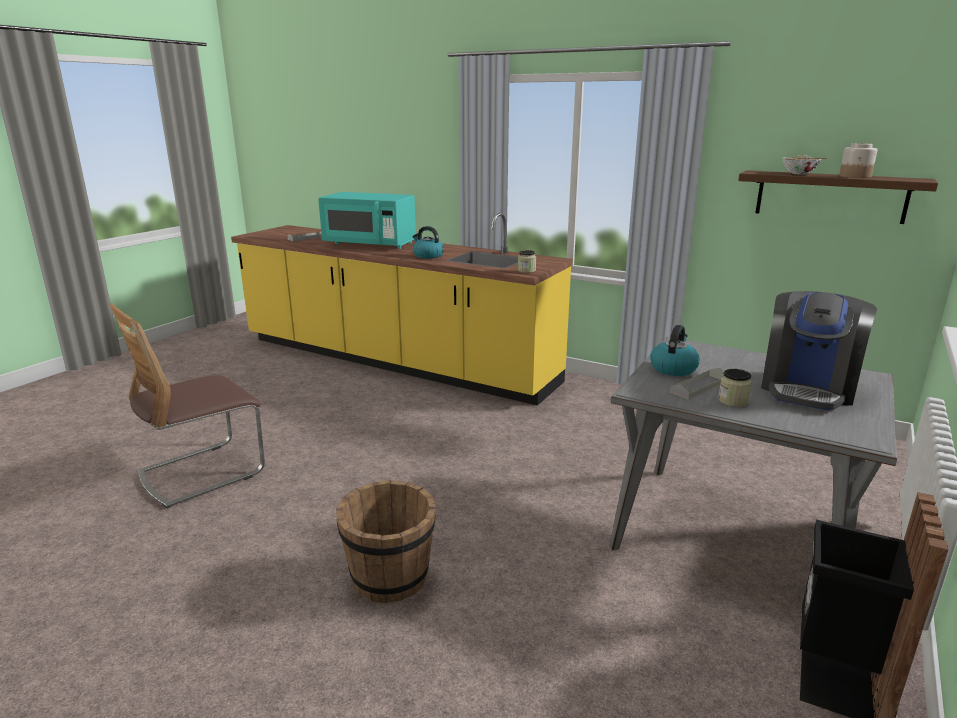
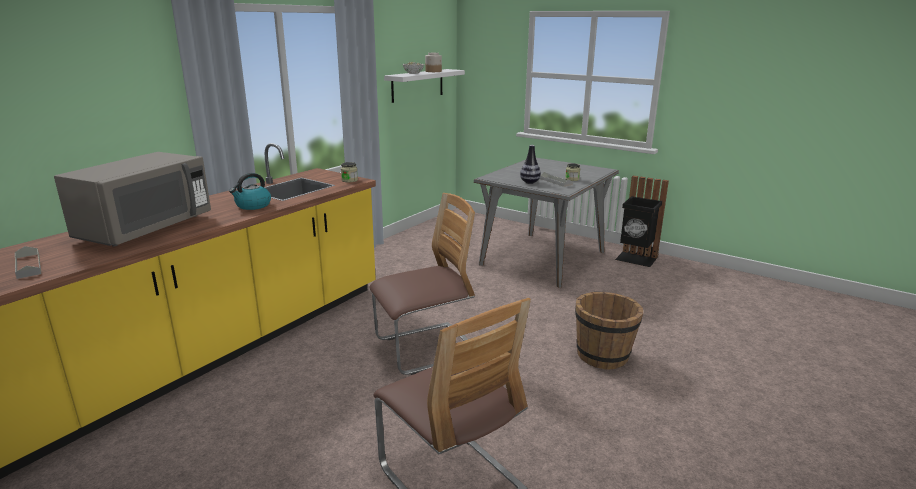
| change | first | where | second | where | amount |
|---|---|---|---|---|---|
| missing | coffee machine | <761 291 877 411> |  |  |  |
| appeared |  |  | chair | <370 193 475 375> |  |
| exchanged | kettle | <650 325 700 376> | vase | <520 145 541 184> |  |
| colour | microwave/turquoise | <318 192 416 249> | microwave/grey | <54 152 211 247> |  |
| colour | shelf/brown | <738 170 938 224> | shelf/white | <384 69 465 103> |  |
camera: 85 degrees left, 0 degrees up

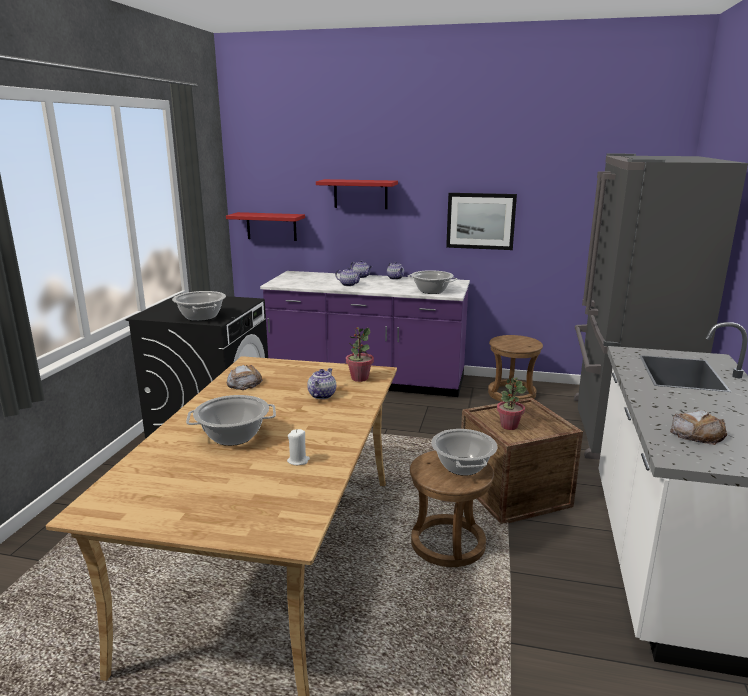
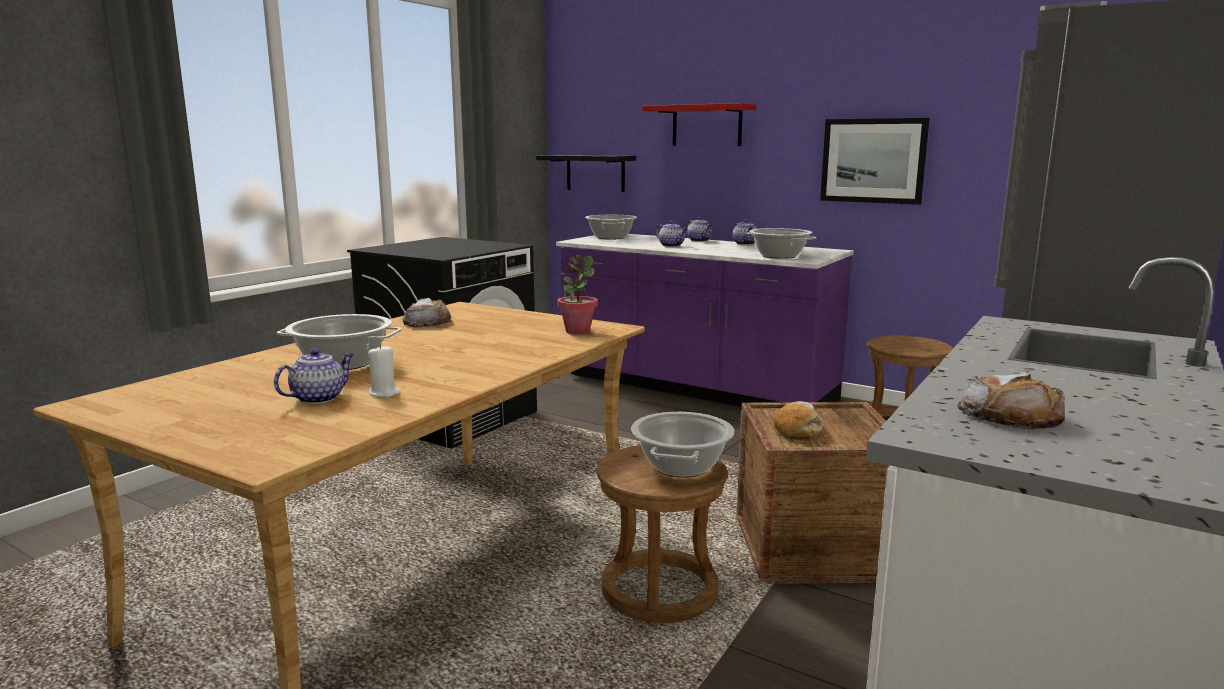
| change | first | where | second | where | amount |
|---|---|---|---|---|---|
| relocated | cooking pot | <172 291 226 321> |  | <585 215 637 240> |  |
| relocated | teapot | <307 368 336 399> |  | <274 348 354 404> |  |
| exchanged | potted plant | <497 377 527 430> | bread | <774 401 822 440> |  |
| colour | shelf/red | <226 212 305 241> | shelf/black | <536 155 636 192> |  |
camera: 20 degrees right, 5 degrees down

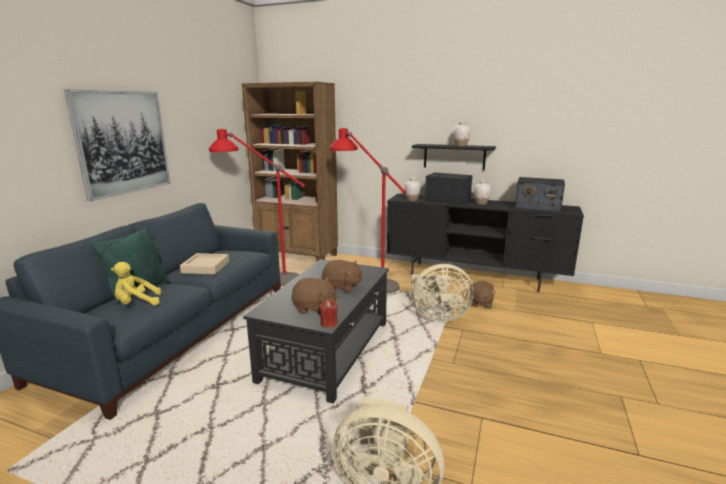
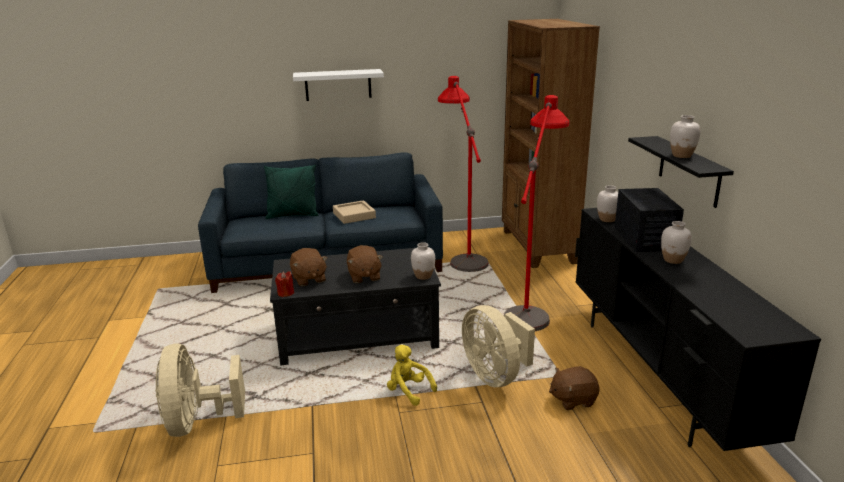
| change | first | where | second | where | amount |
|---|---|---|---|---|---|
| missing | radio | <515 177 565 213> |  |  |  |
| appeared |  |  | vase/white | <411 242 435 280> |  |
| relocated | plush toy/yellow | <111 262 161 306> |  | <387 345 437 406> |  |
| exchanged | picture | <64 89 170 201> | shelf/white | <293 69 384 101> |  |
camera: 60 degrees right, 5 degrees up

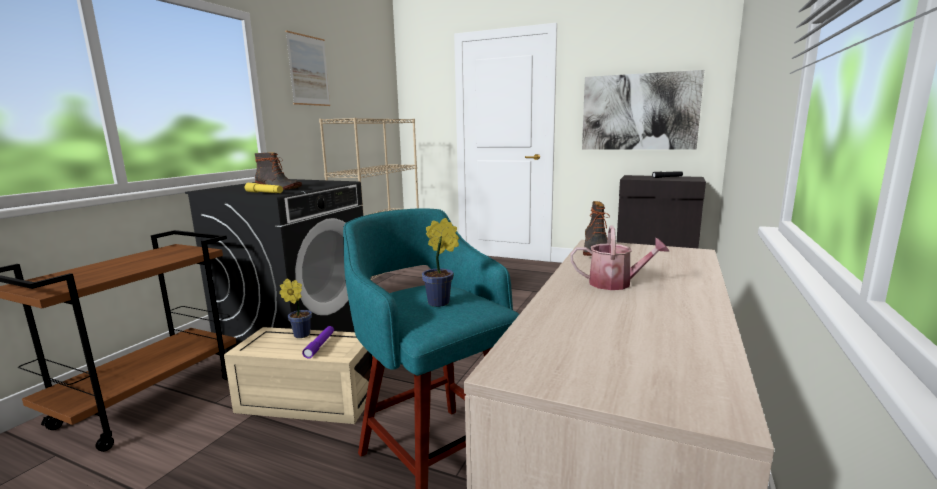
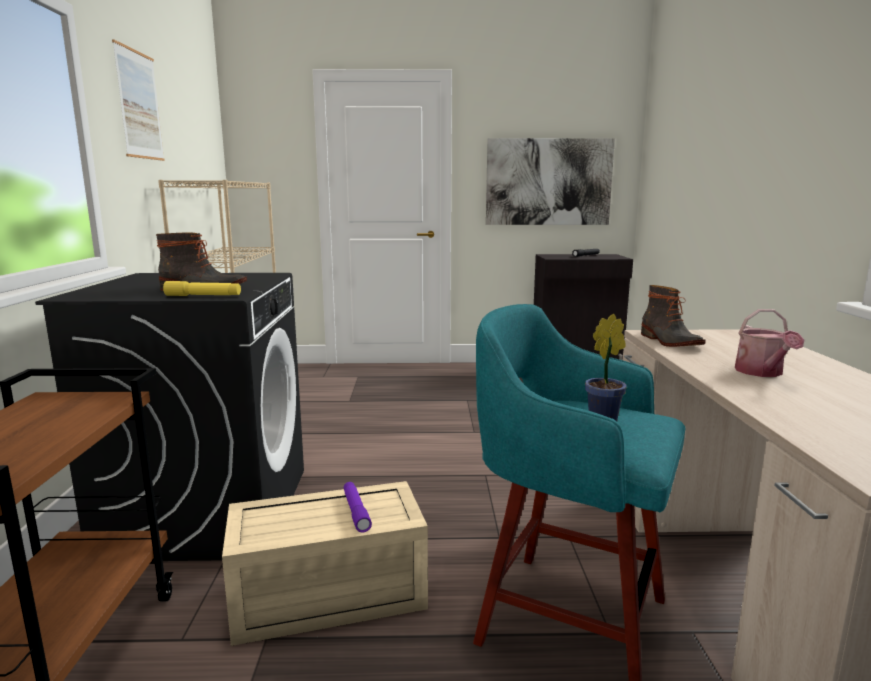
| change | first | where | second | where | amount |
|---|---|---|---|---|---|
| missing | potted plant | <279 279 312 338> |  |  |  |
| spun | watering can | <571 225 670 290> |  | <735 309 804 377> | 105 degrees clockwise |
camera: 25 degrees left, 0 degrees up

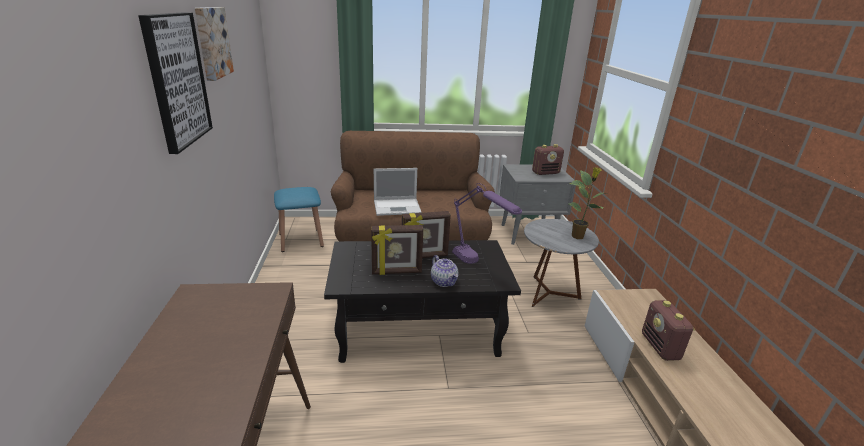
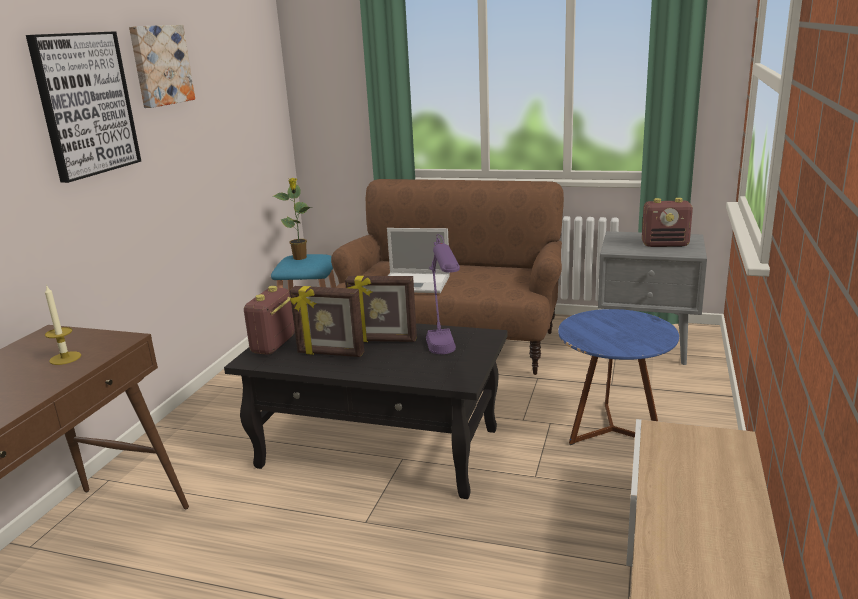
| change | first | where | second | where | amount |
|---|---|---|---|---|---|
| missing | teapot | <431 255 458 287> |  |  |  |
| appeared |  |  | candle | <45 284 81 365> |  |
| relocated | potted plant | <569 167 604 239> |  | <273 178 314 260> |  |
| relocated | radio | <642 300 695 361> |  | <244 286 295 355> |  |
| colour | side table/grey | <524 219 599 307> | side table/blue | <558 309 679 445> |  |
camera: 25 degrees right, 5 degrees down

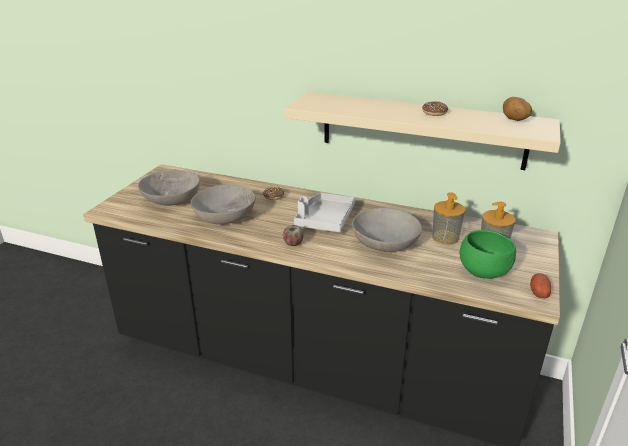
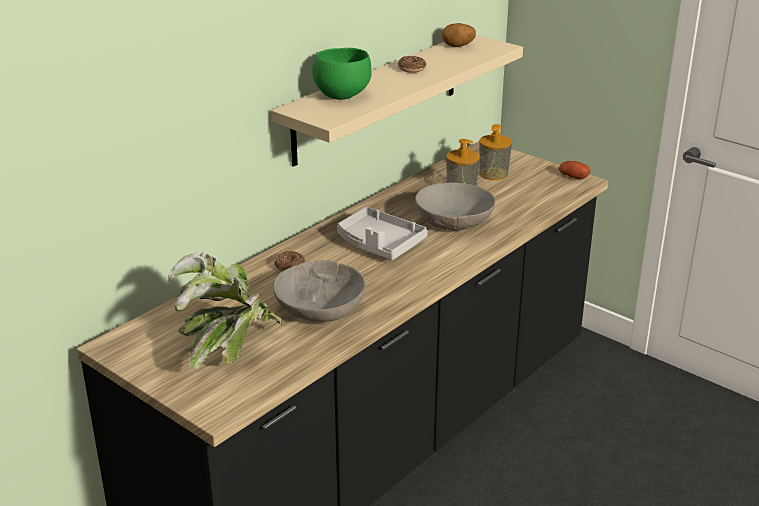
| change | first | where | second | where | amount |
|---|---|---|---|---|---|
| missing | apple | <283 225 304 246> |  |  |  |
| relocated | bowl/green | <460 230 516 279> |  | <312 48 372 100> |  |
| exchanged | bowl/grey | <138 169 200 206> | potted plant | <168 252 282 369> |  |
camera: 70 degrees left, 0 degrees up

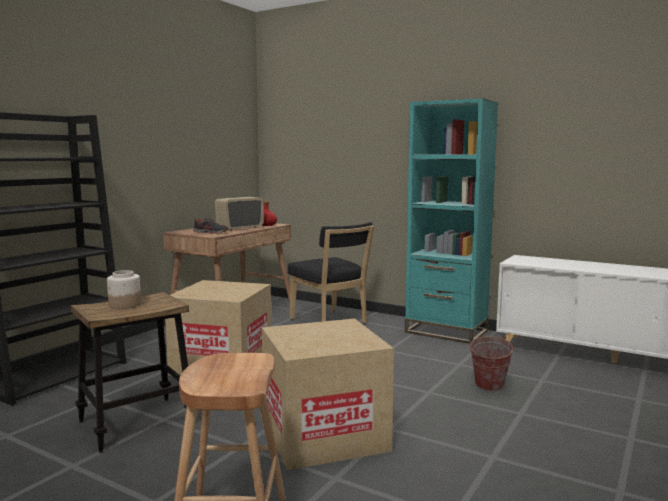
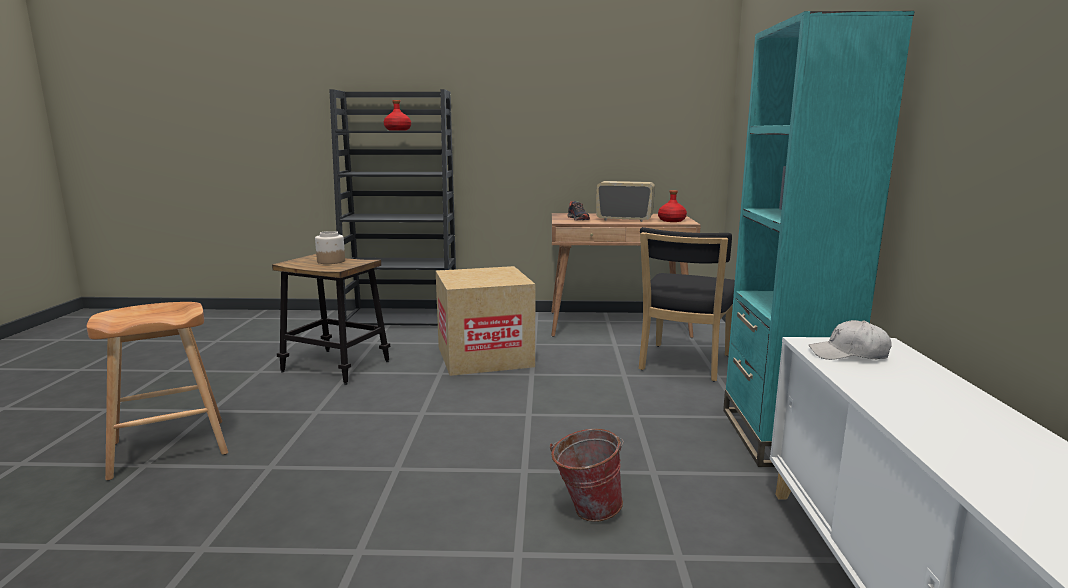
| change | first | where | second | where | amount |
|---|---|---|---|---|---|
| missing | cardboard box | <262 318 394 470> |  |  |  |
| appeared |  |  | bottle/red | <384 100 411 130> |  |
| appeared |  |  | cap/white | <808 320 892 360> |  |
camera: 60 degrees right, 5 degrees up

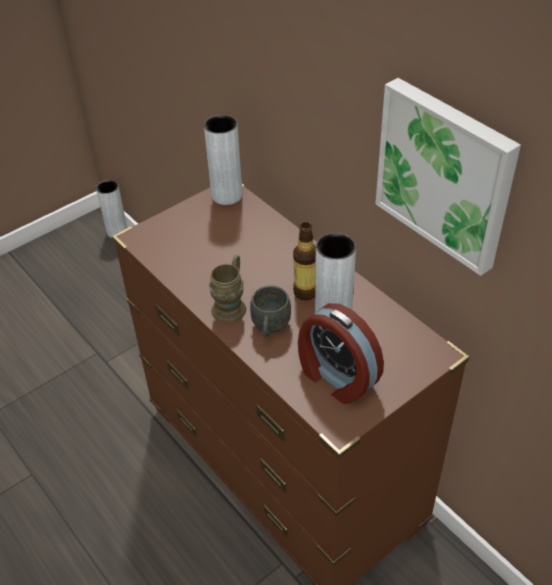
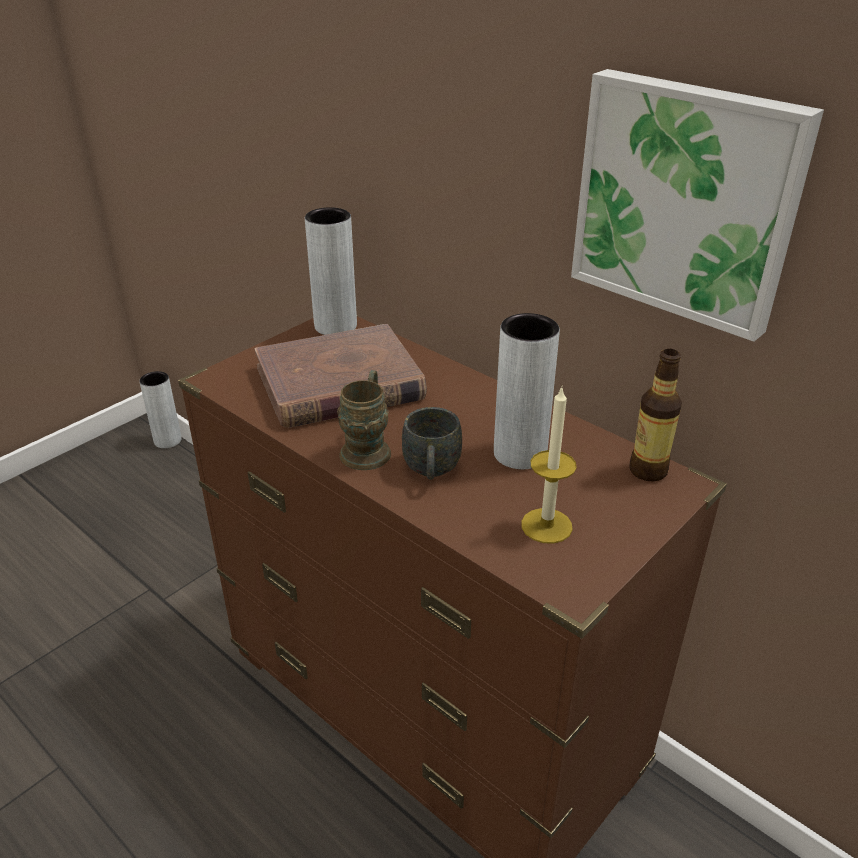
| change | first | where | second | where | amount |
|---|---|---|---|---|---|
| appeared |  |  | book/brown | <255 324 427 428> |  |
| relocated | bottle | <293 222 316 301> |  | <630 349 682 481> |  |
| exchanged | alarm clock | <298 303 384 404> | candle | <521 387 577 544> |  |
camera: 10 degrees left, 10 degrees down

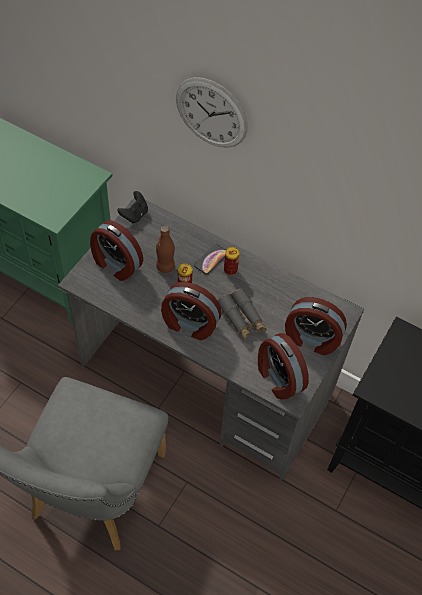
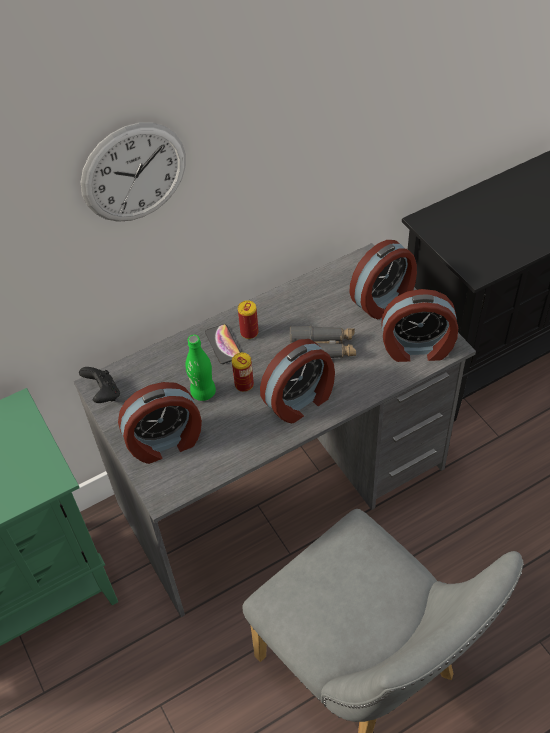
| change | first | where | second | where | amount |
|---|---|---|---|---|---|
| colour | bottle/brown | <156 225 175 273> | bottle/green | <185 335 216 401> |  |
camera: 55 degrees left, 5 degrees down

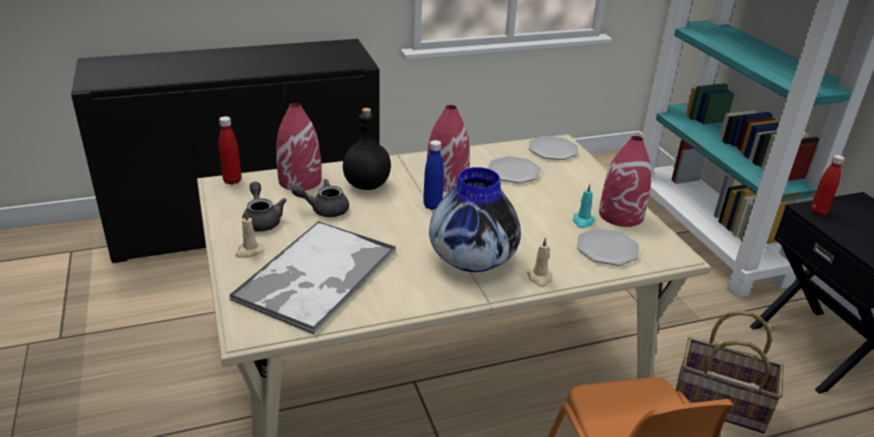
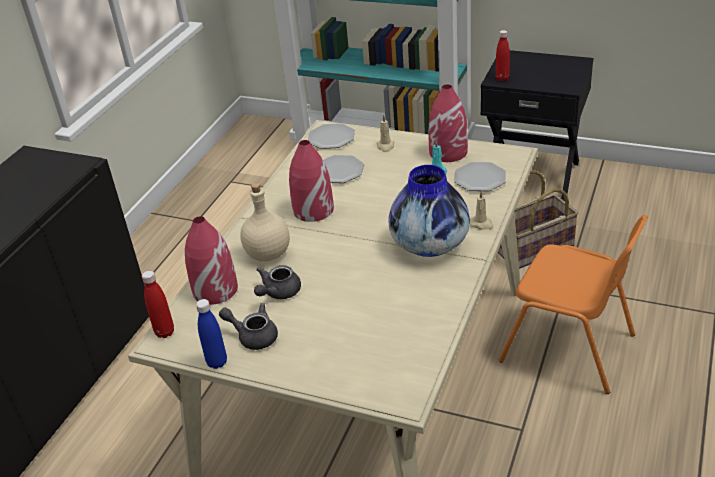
| change | first | where | second | where | amount |
|---|---|---|---|---|---|
| missing | tray | <229 221 396 335> |  |  |  |
| relocated | candle/beige | <235 211 264 258> |  | <377 115 394 152> |  |
| relocated | bottle/blue | <423 140 444 210> |  | <196 299 227 369> |  |
| colour | bottle/black | <343 108 391 190> | bottle/beige | <240 183 290 262> |  |
camera: 45 degrees left, 5 degrees up

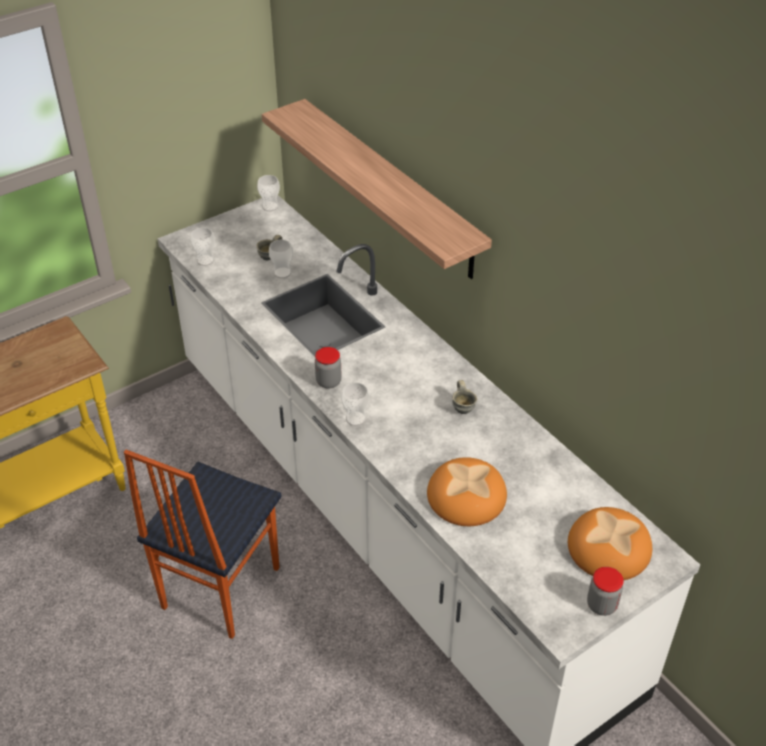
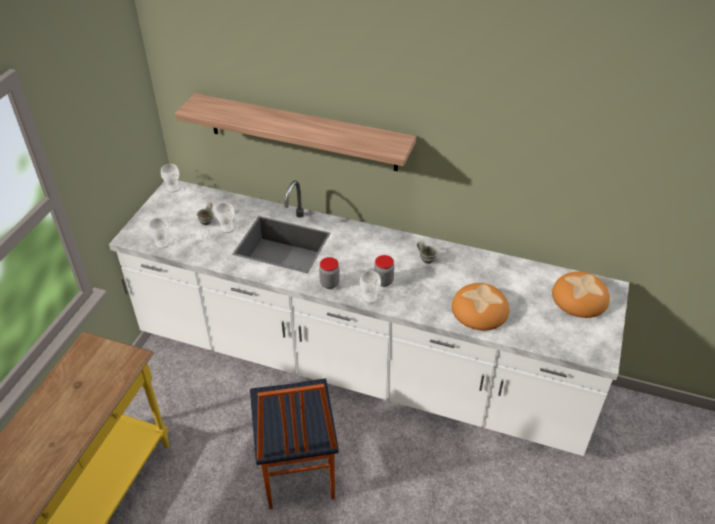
| change | first | where | second | where | amount |
|---|---|---|---|---|---|
| relocated | jar | <587 567 624 616> |  | <374 255 394 287> |  |
camera: 35 degrees left, 0 degrees up

